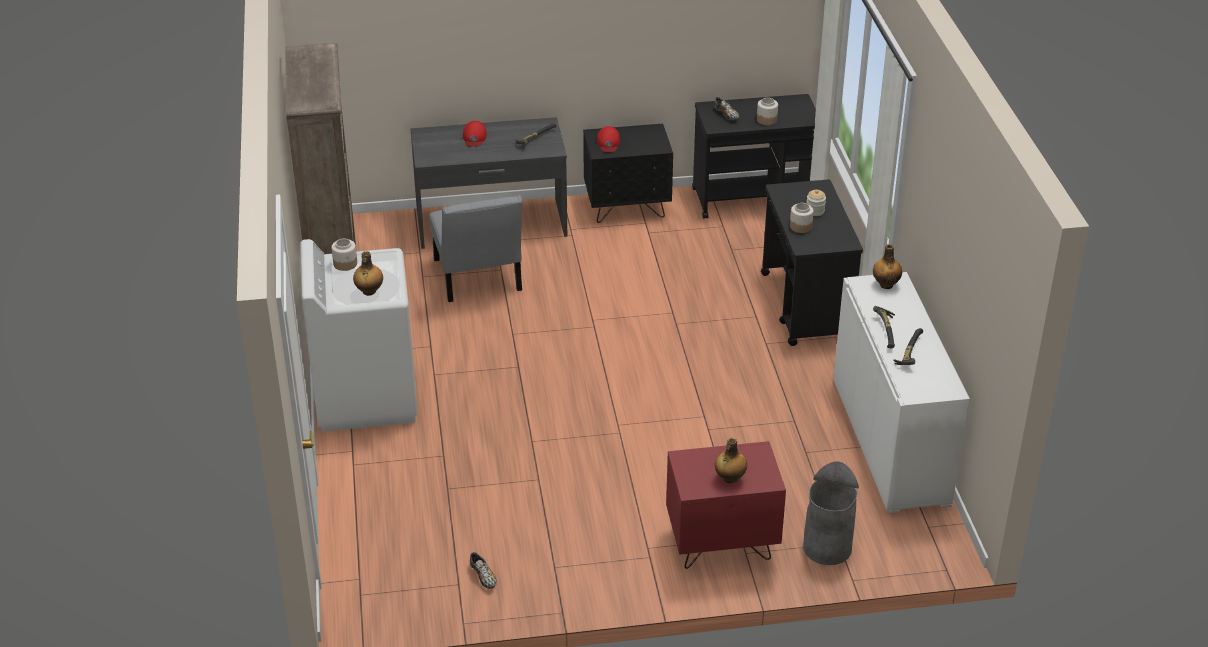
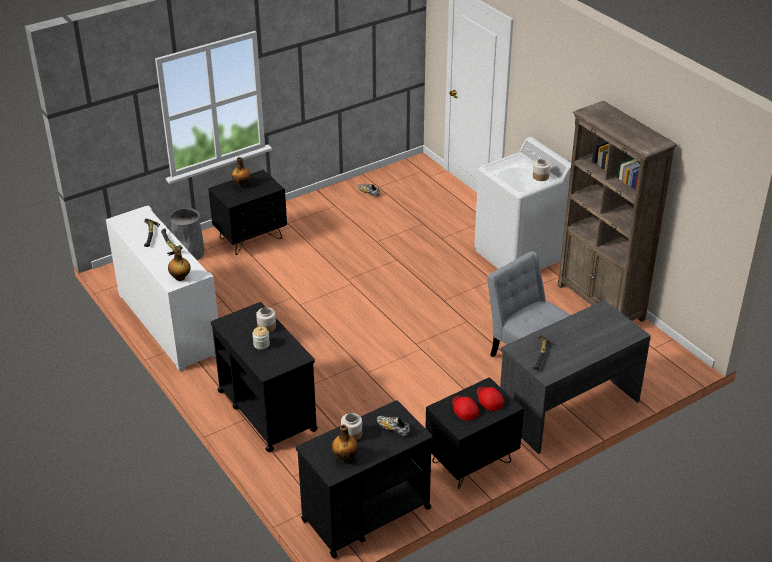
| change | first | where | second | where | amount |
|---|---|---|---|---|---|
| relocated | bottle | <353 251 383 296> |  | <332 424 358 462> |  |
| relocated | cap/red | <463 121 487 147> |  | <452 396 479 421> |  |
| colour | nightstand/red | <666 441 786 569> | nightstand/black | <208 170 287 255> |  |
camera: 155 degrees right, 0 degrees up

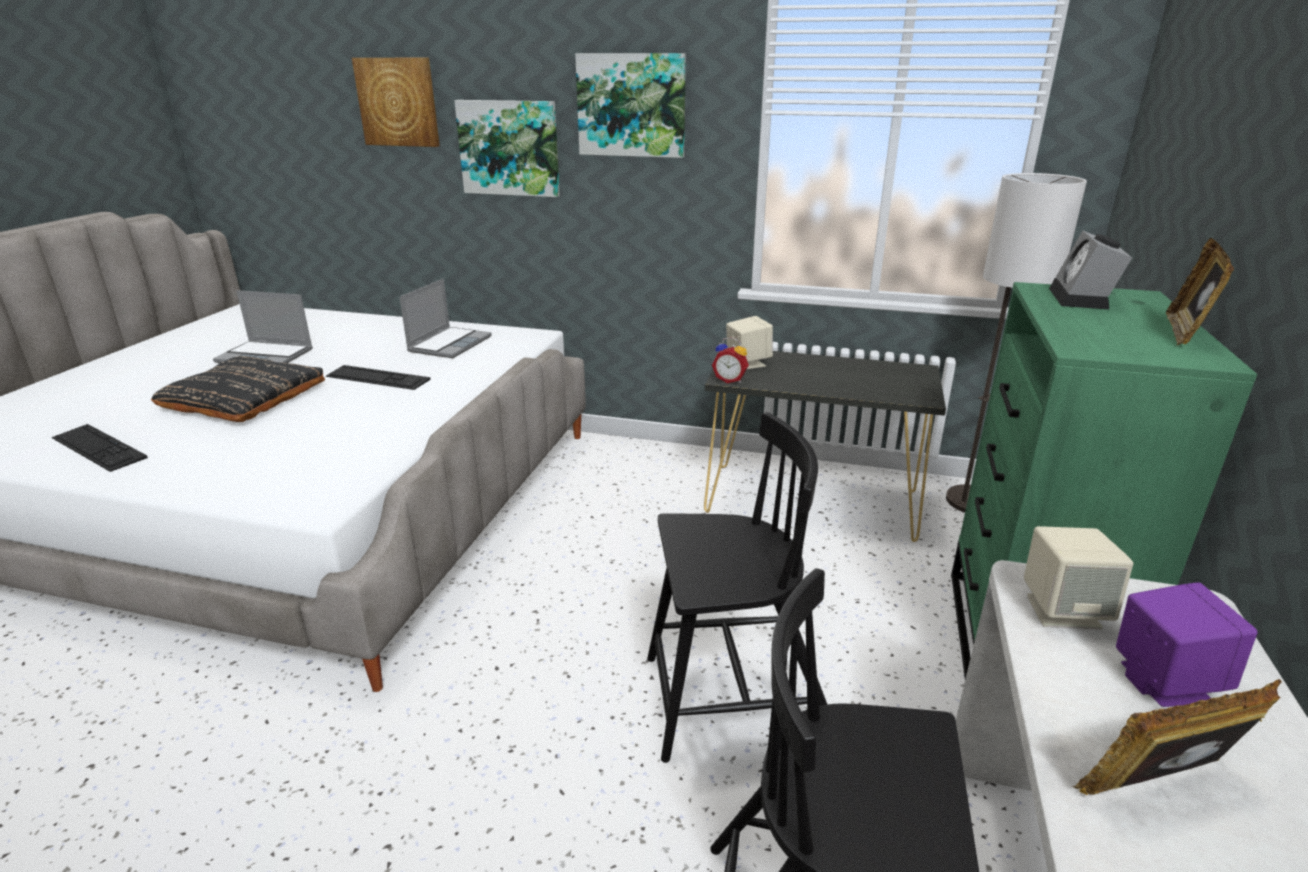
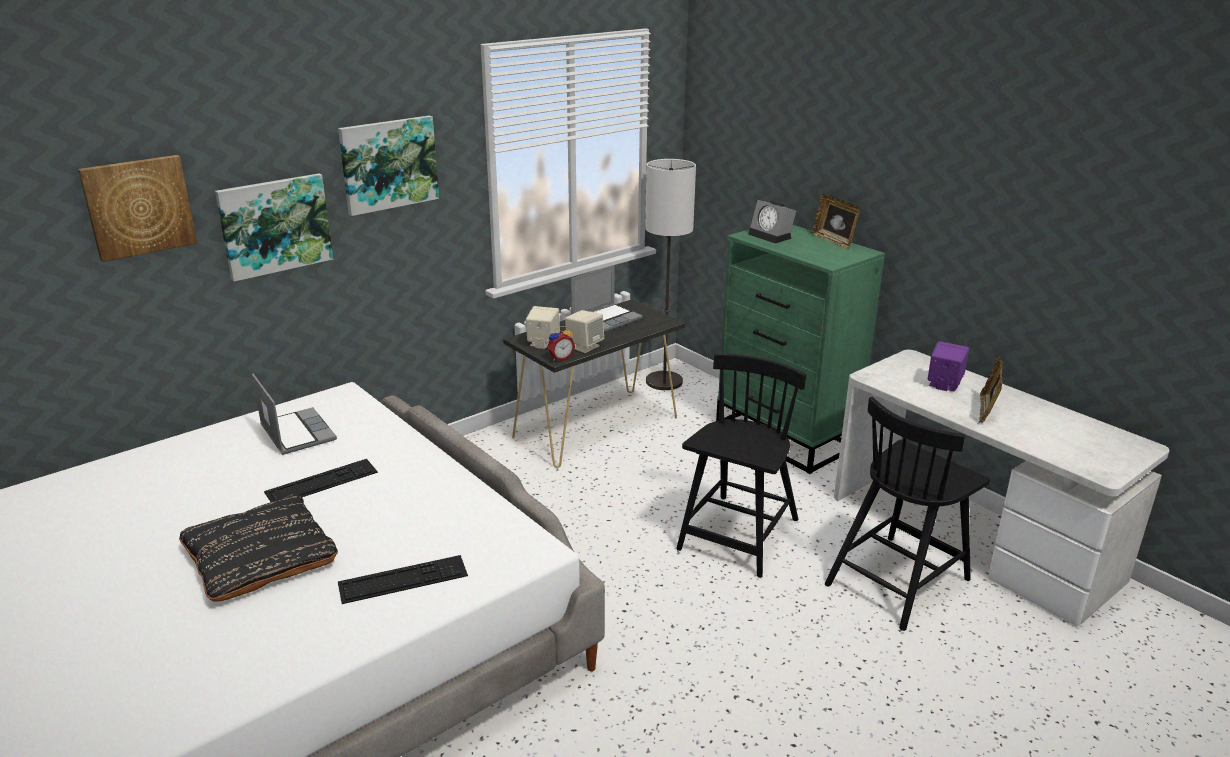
| change | first | where | second | where | amount |
|---|---|---|---|---|---|
| relocated | keyboard | <52 424 148 472> |  | <338 555 468 604> |  |
| relocated | laptop | <213 290 313 363> |  | <571 265 643 333> |  |
| relocated | speaker/beige | <1024 526 1133 629> |  | <565 310 604 353> |  |
camera: 55 degrees left, 0 degrees up

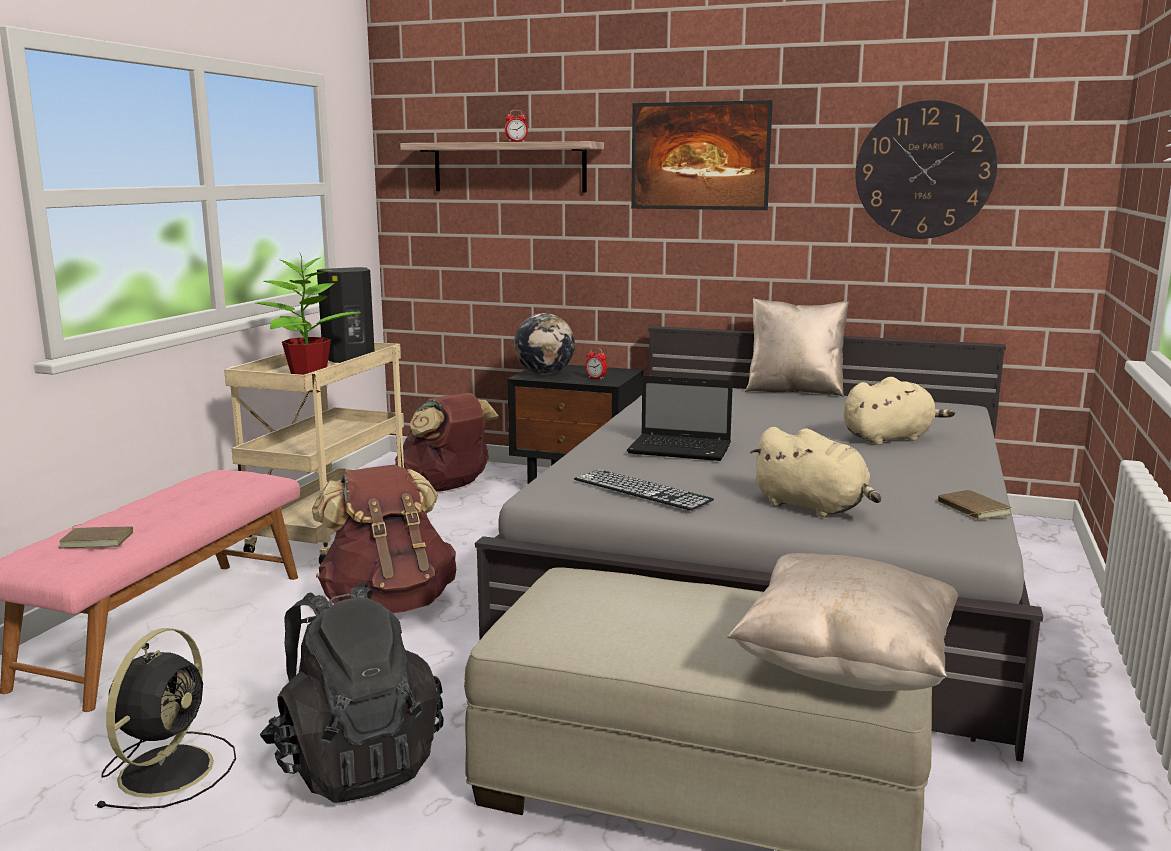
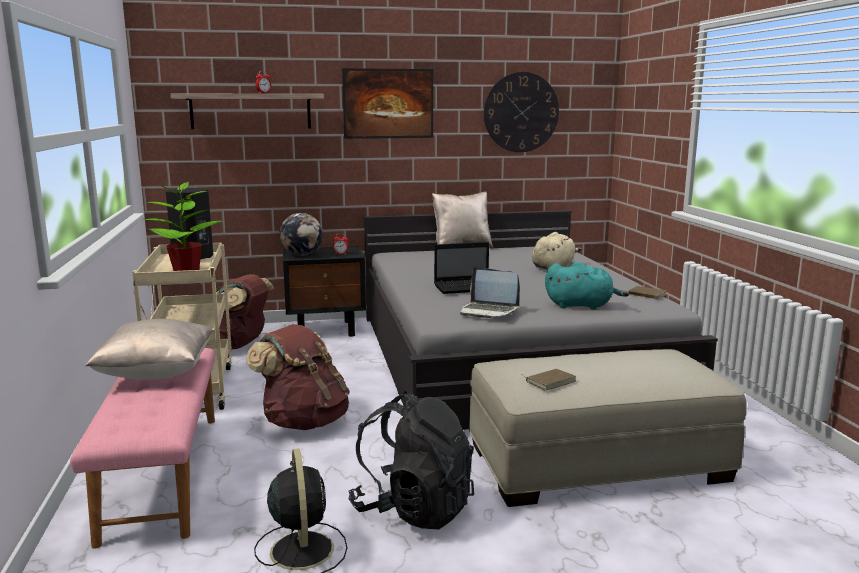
| change | first | where | second | where | amount |
|---|---|---|---|---|---|
| relocated | book/brown | <59 524 133 548> |  | <523 369 576 391> |  |
| relocated | pillow/beige | <727 553 959 691> |  | <85 319 213 380> |  |
| exchanged | keyboard | <574 469 714 510> | laptop | <460 267 520 318> |  |
| colour | plush toy/beige | <750 427 881 517> | plush toy/turquoise | <545 262 629 310> |  |
camera: 30 degrees left, 0 degrees up

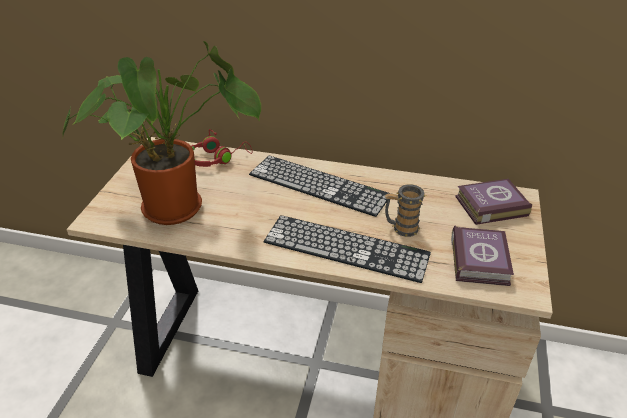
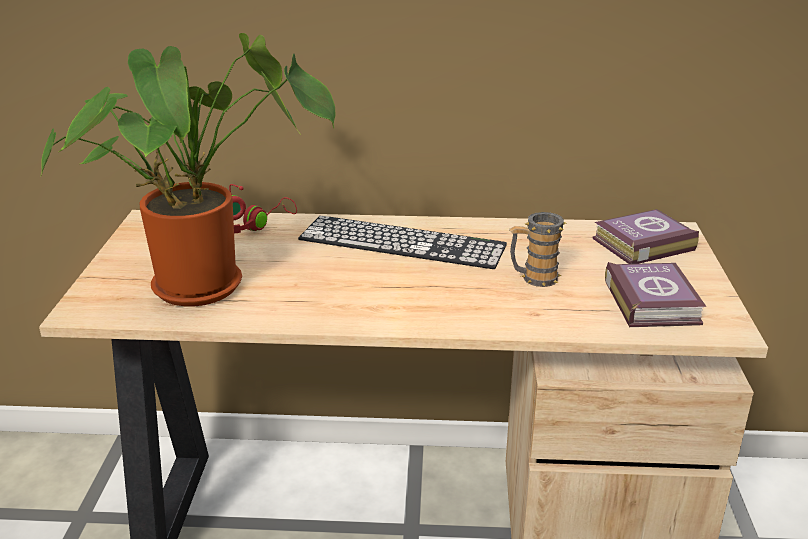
| change | first | where | second | where | amount |
|---|---|---|---|---|---|
| missing | keyboard | <264 215 431 283> |  |  |  |
camera: 10 degrees left, 10 degrees down

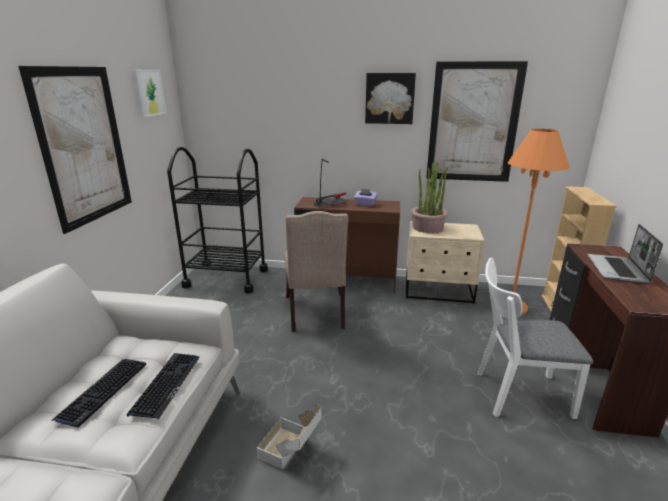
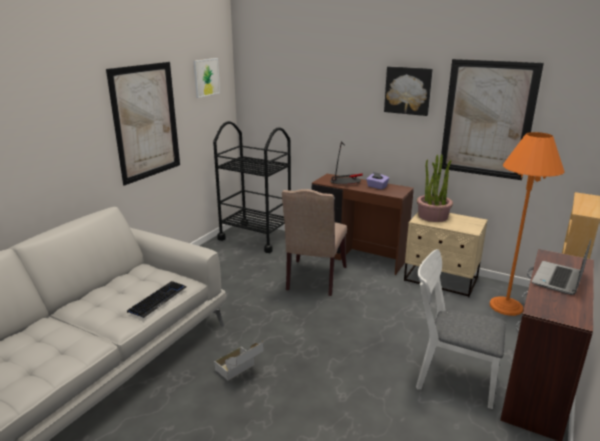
| change | first | where | second | where | amount |
|---|---|---|---|---|---|
| missing | keyboard | <51 359 146 428> |  |  |  |
camera: 20 degrees right, 0 degrees up

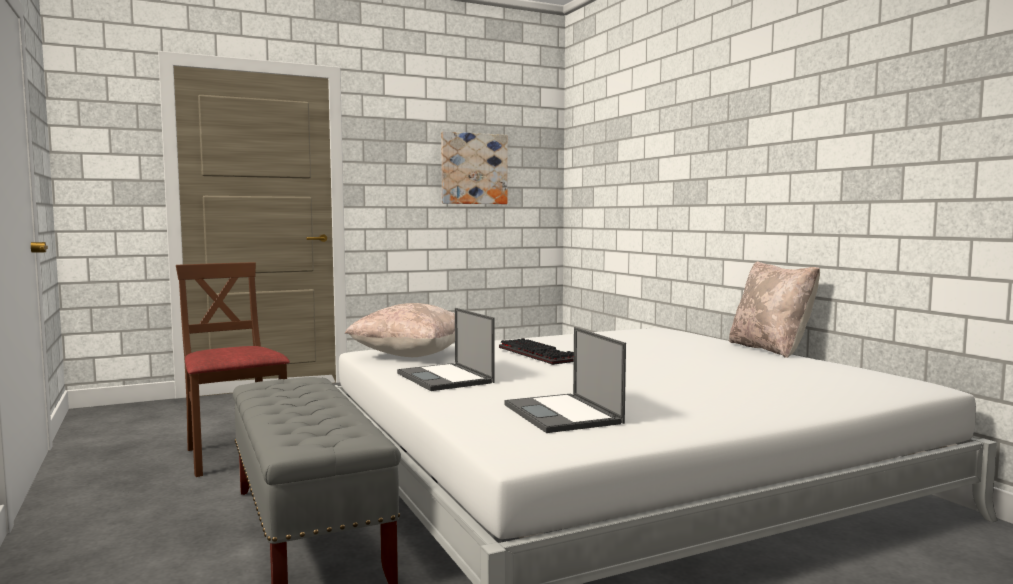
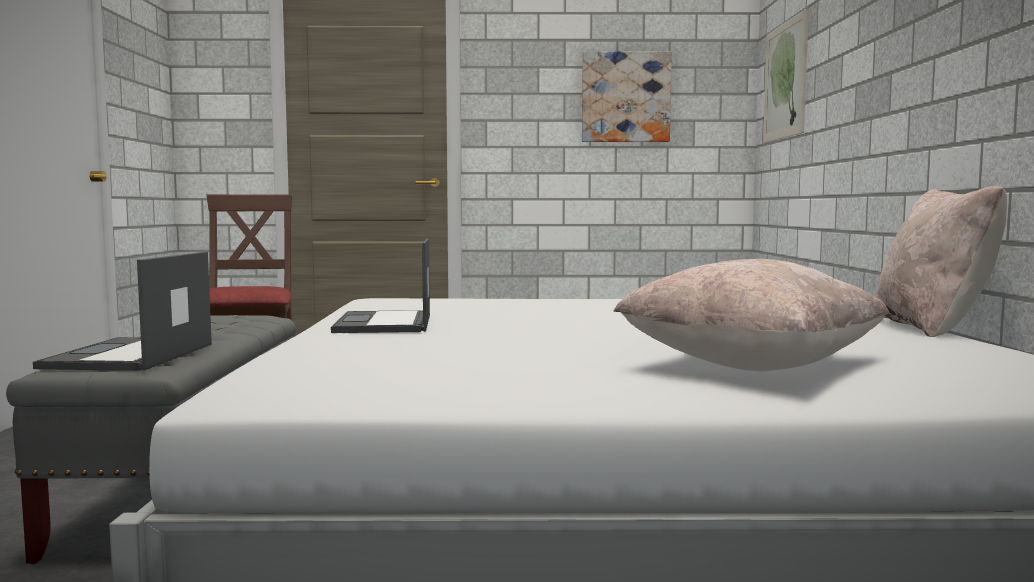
| change | first | where | second | where | amount |
|---|---|---|---|---|---|
| missing | keyboard | <499 338 574 365> |  |  |  |
| appeared |  |  | picture | <763 8 809 143> |  |
| relocated | pillow/beige | <345 303 455 357> |  | <614 259 889 372> |  |
| relocated | laptop | <504 327 626 433> |  | <33 252 212 371> |  |
camera: 25 degrees right, 0 degrees up

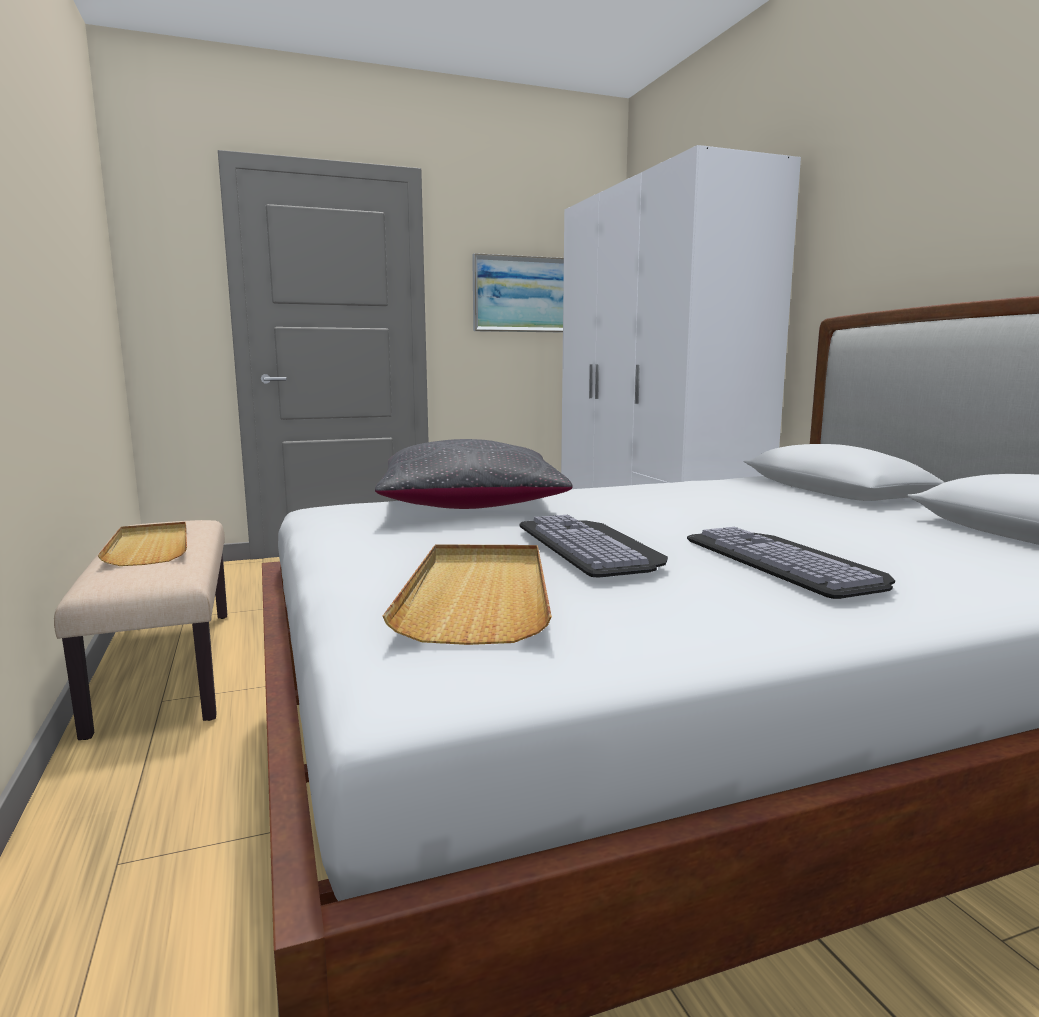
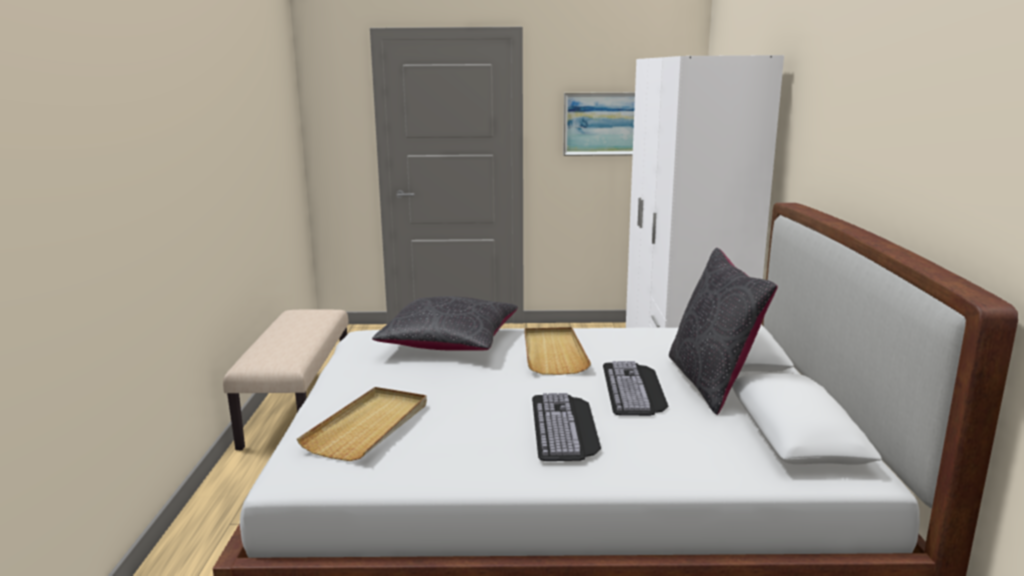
| change | first | where | second | where | amount |
|---|---|---|---|---|---|
| appeared |  |  | pillow/black | <669 248 778 415> |  |
| relocated | tray/beige | <97 522 187 566> |  | <525 327 591 375> |  |
| relocated | keyboard | <519 515 668 577> |  | <603 361 668 416> |  |
camera: 20 degrees right, 5 degrees up

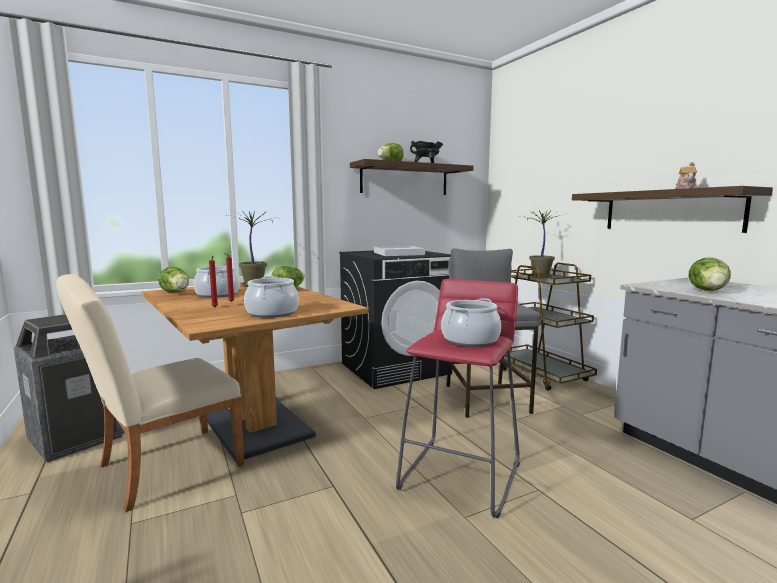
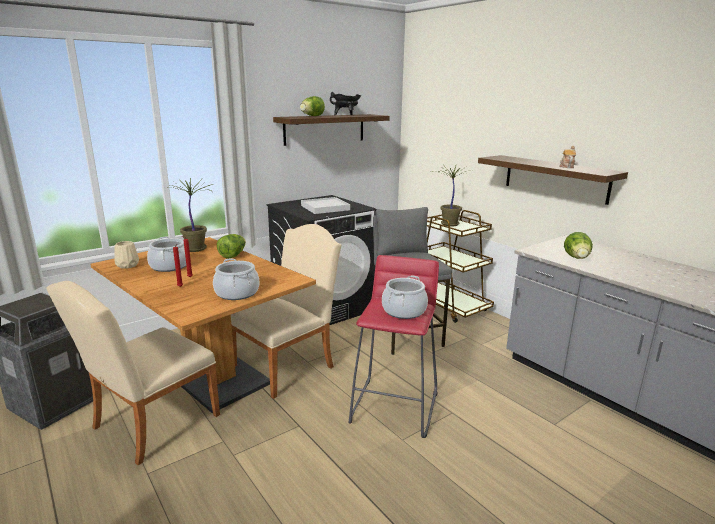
| change | first | where | second | where | amount |
|---|---|---|---|---|---|
| appeared |  |  | chair/beige | <231 224 342 399> |  |
| exchanged | lettuce | <158 267 189 293> | vase/beige | <114 241 139 269> |  |
camera: 10 degrees left, 10 degrees up

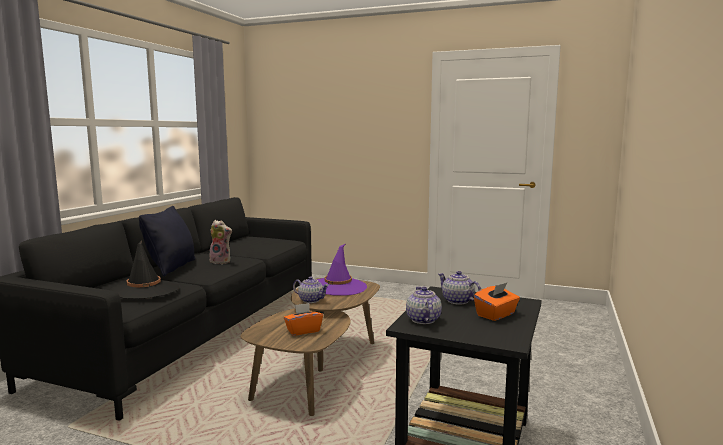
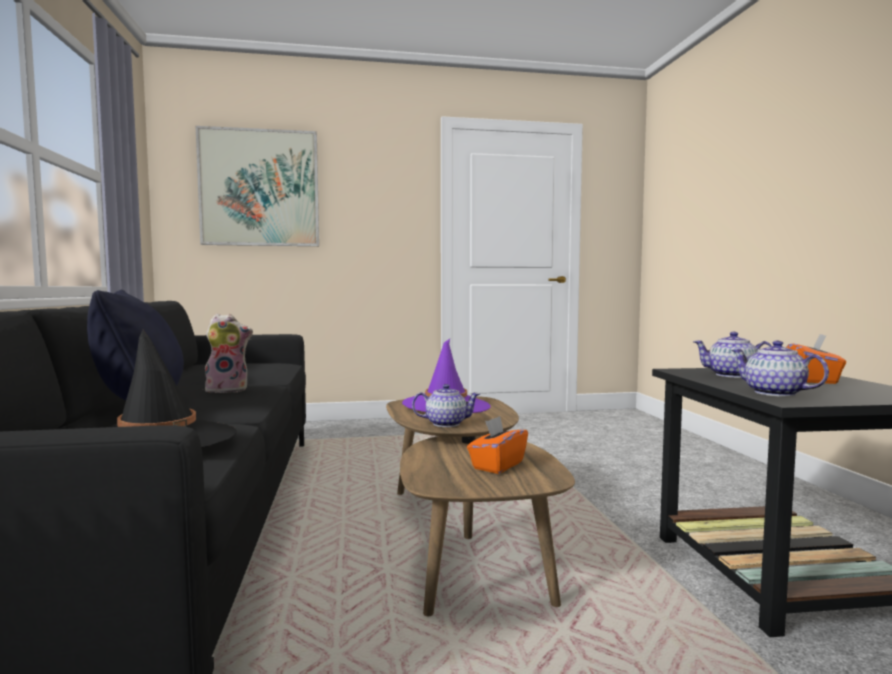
| change | first | where | second | where | amount |
|---|---|---|---|---|---|
| appeared |  |  | picture | <196 126 319 246> |  |
camera: 30 degrees left, 5 degrees down

